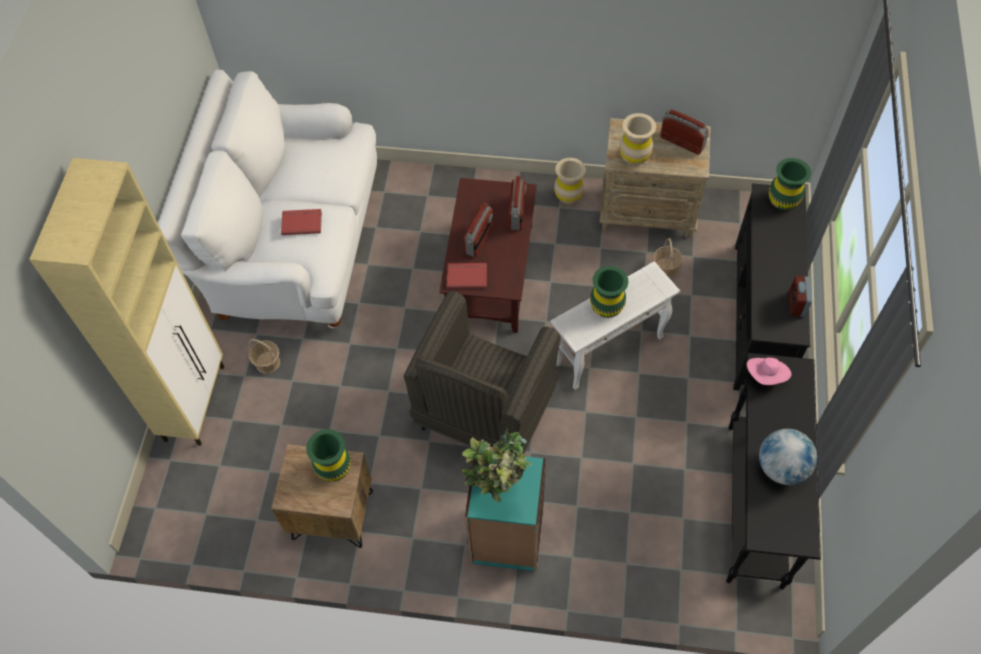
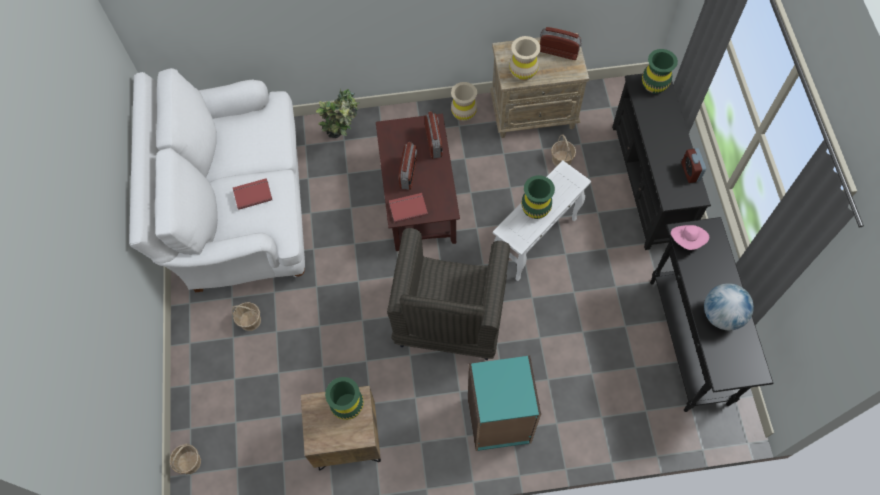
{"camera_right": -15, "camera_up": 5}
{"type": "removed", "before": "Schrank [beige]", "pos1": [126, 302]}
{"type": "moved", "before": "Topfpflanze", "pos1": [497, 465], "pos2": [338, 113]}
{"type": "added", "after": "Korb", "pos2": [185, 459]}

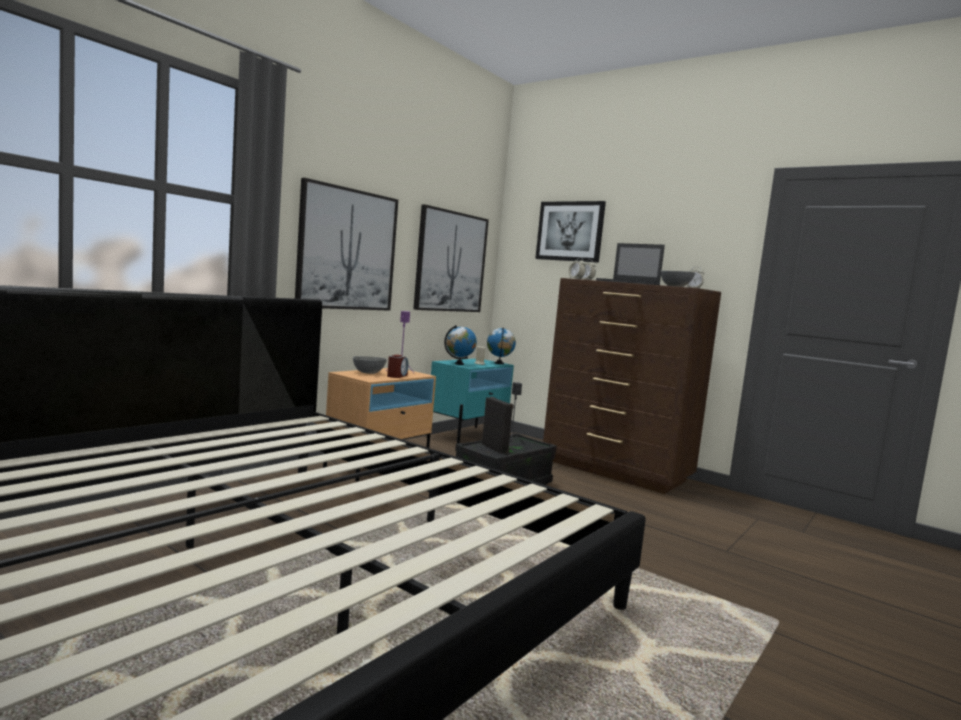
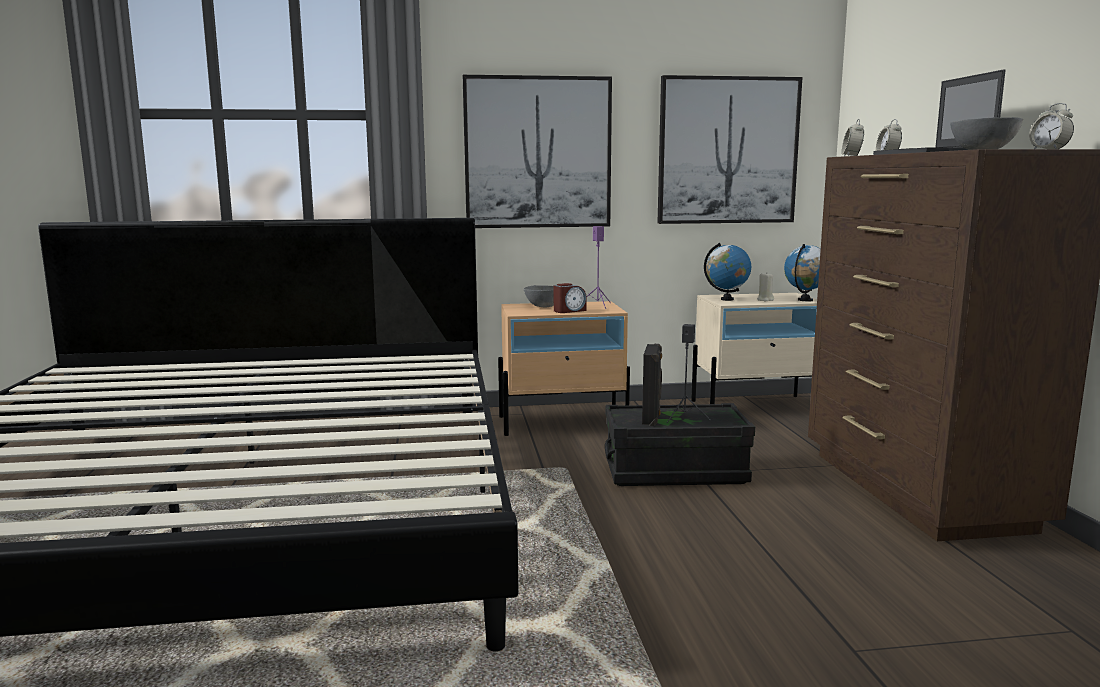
{"camera_right": 45, "camera_up": 5}
{"type": "removed", "before": "Bild", "pos1": [570, 232]}
{"type": "recoloured", "before": "Nachttisch [türkis]", "after": "Nachttisch [beige]", "pos1": [472, 401], "pos2": [754, 348]}

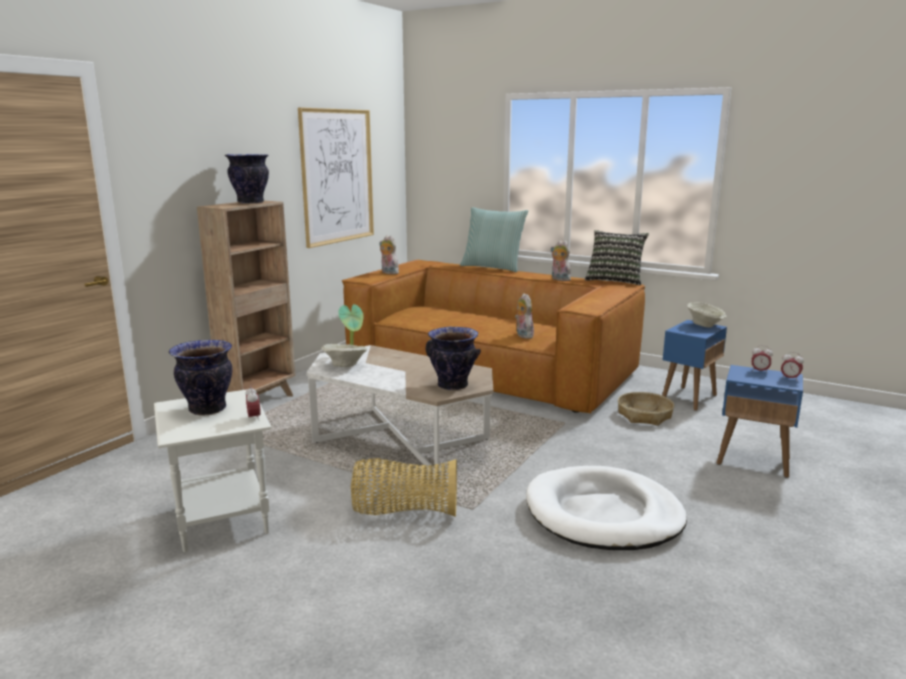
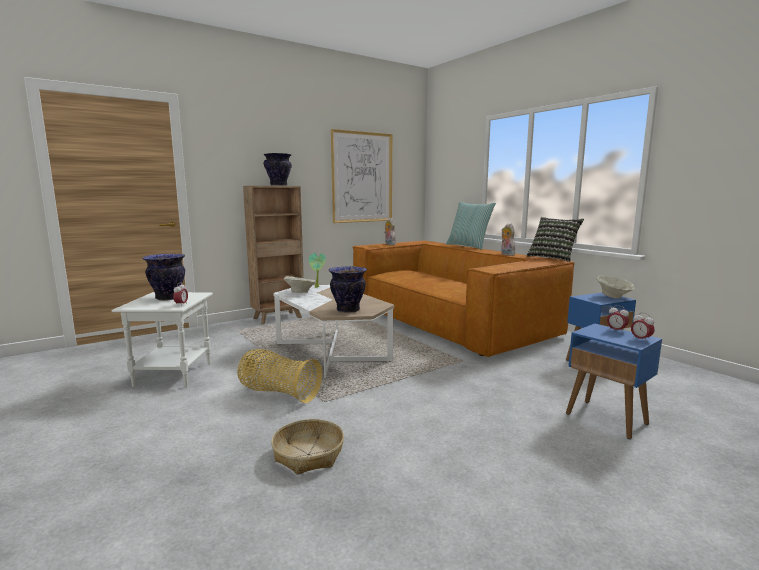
{"camera_right": 25, "camera_up": -5}
{"type": "removed", "before": "Plüschtier", "pos1": [524, 316]}
{"type": "moved", "before": "Korb", "pos1": [646, 409], "pos2": [307, 447]}
{"type": "removed", "before": "Hundebett [weiß]", "pos1": [606, 508]}

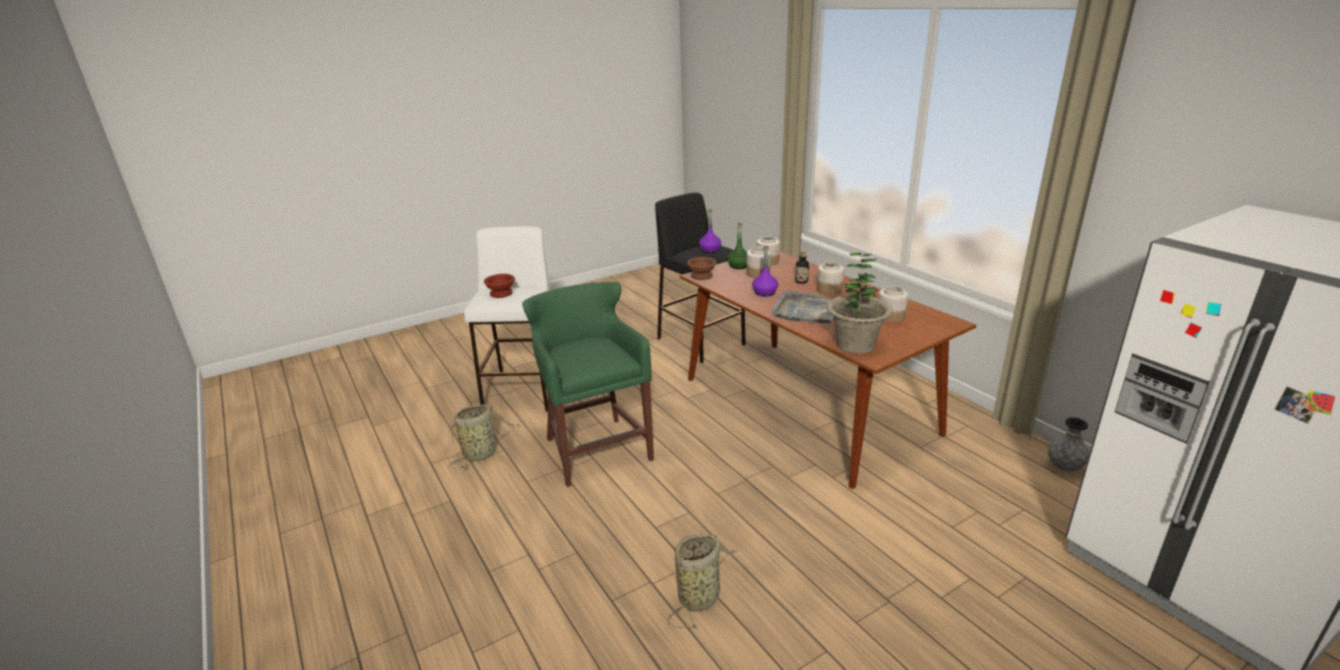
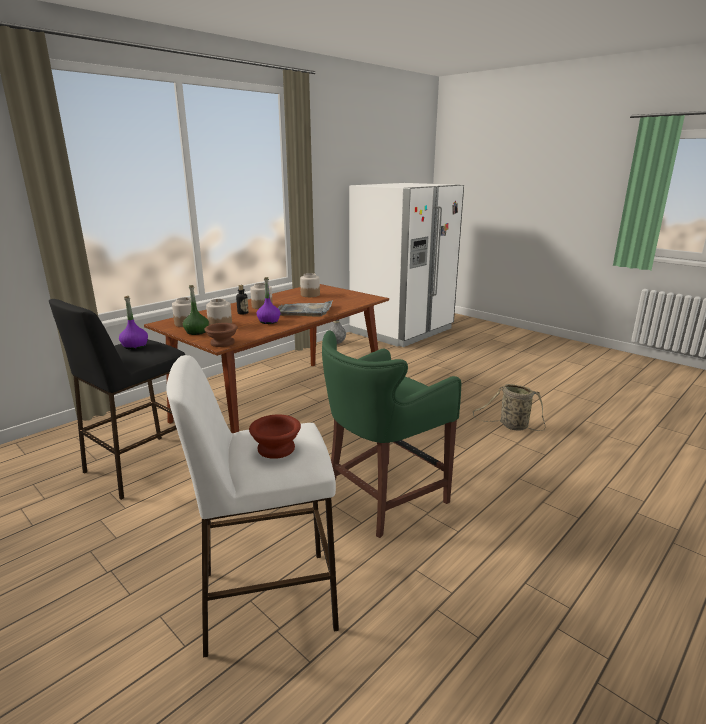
{"camera_right": -105, "camera_up": -5}
{"type": "removed", "before": "Topfpflanze", "pos1": [860, 303]}
{"type": "removed", "before": "Korb", "pos1": [484, 437]}

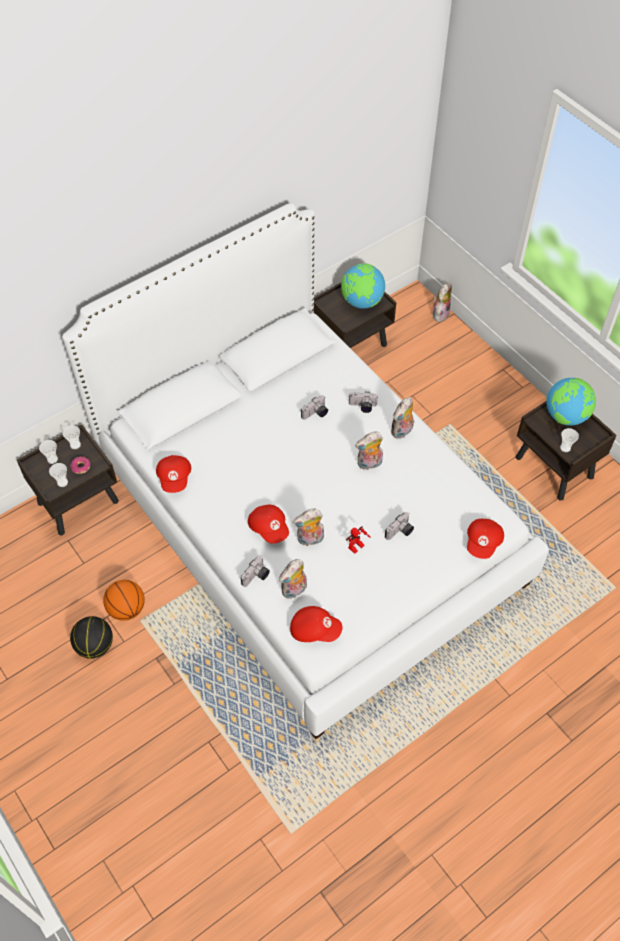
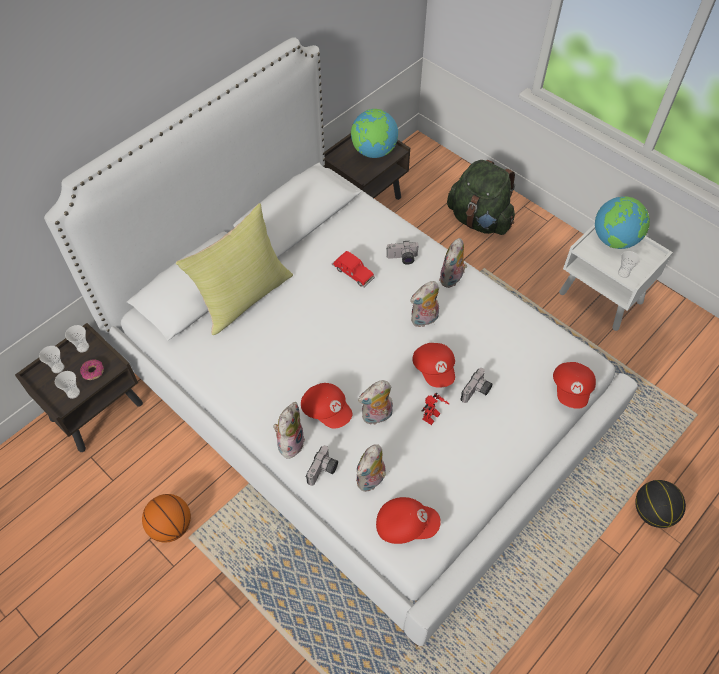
{"camera_right": -10, "camera_up": 0}
{"type": "moved", "before": "Plüschtier", "pos1": [442, 302], "pos2": [289, 430]}
{"type": "replaced", "before": "Kamera", "after": "Spielzeugauto [rot]", "pos1": [314, 407], "pos2": [353, 269]}
{"type": "recoloured", "before": "Nachttisch [braun]", "after": "Nachttisch [weiß]", "pos1": [566, 451], "pos2": [616, 277]}
{"type": "moved", "before": "Kappe [rot]", "pos1": [173, 474], "pos2": [433, 365]}
{"type": "moved", "before": "Basketball", "pos1": [91, 637], "pos2": [660, 504]}
{"type": "added", "after": "Rucksack [grün]", "pos2": [481, 197]}
{"type": "added", "after": "Kissen [gelb]", "pos2": [234, 269]}

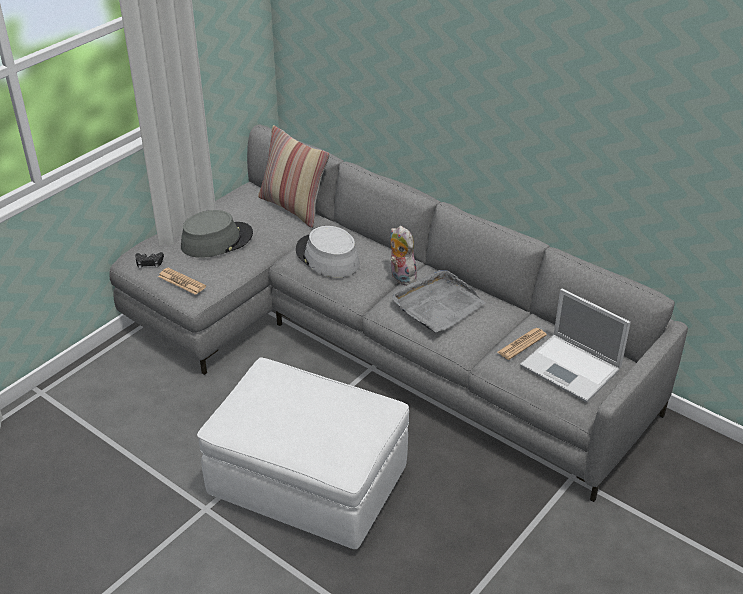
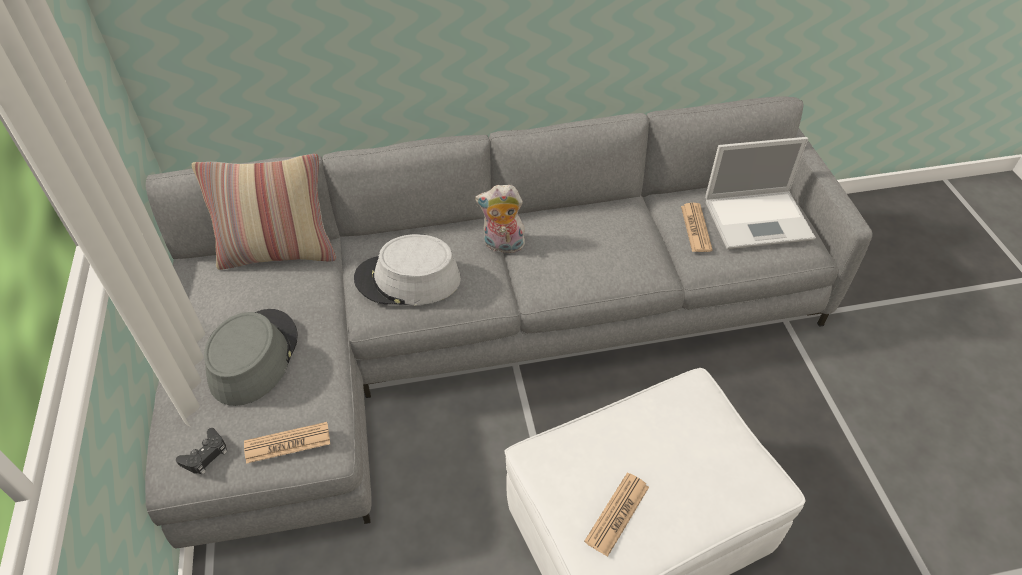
{"camera_right": -50, "camera_up": 10}
{"type": "removed", "before": "Tablett [grau]", "pos1": [439, 301]}
{"type": "added", "after": "Zeitung", "pos2": [616, 515]}

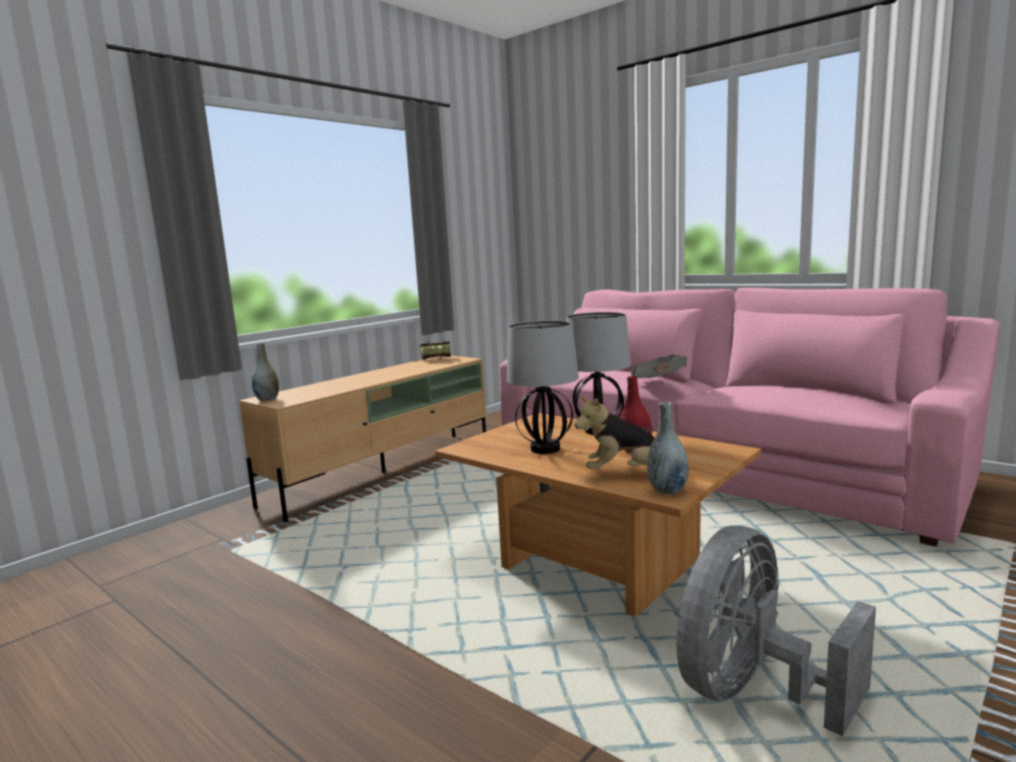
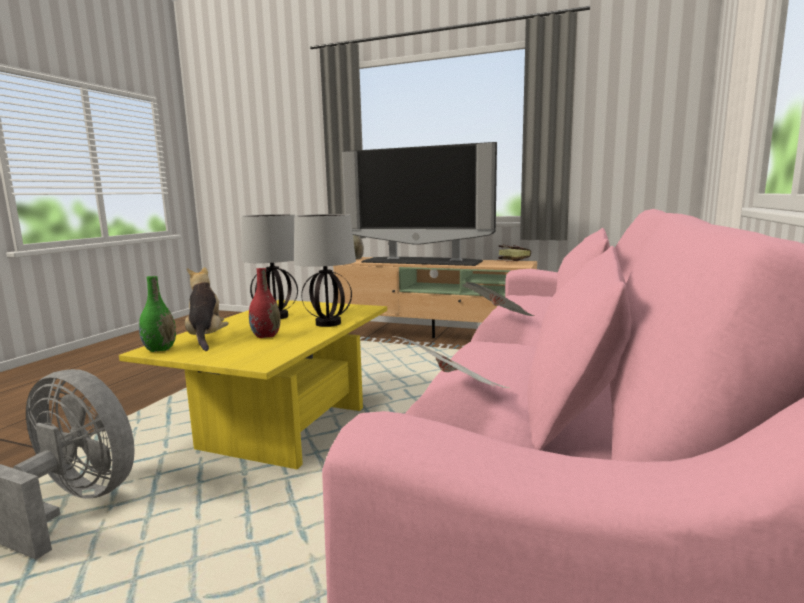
{"camera_right": 70, "camera_up": 0}
{"type": "recoloured", "before": "Vase [grau]", "after": "Vase [grün]", "pos1": [668, 448], "pos2": [157, 314]}
{"type": "recoloured", "before": "Couchtisch [braun]", "after": "Couchtisch [gelb]", "pos1": [598, 515], "pos2": [253, 384]}
{"type": "added", "after": "Fernseher", "pos2": [419, 204]}
{"type": "added", "after": "Zeitung", "pos2": [451, 362]}

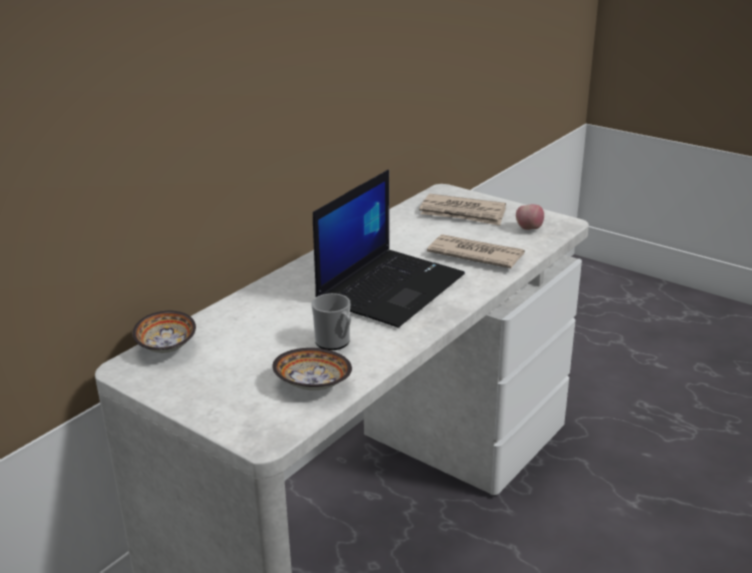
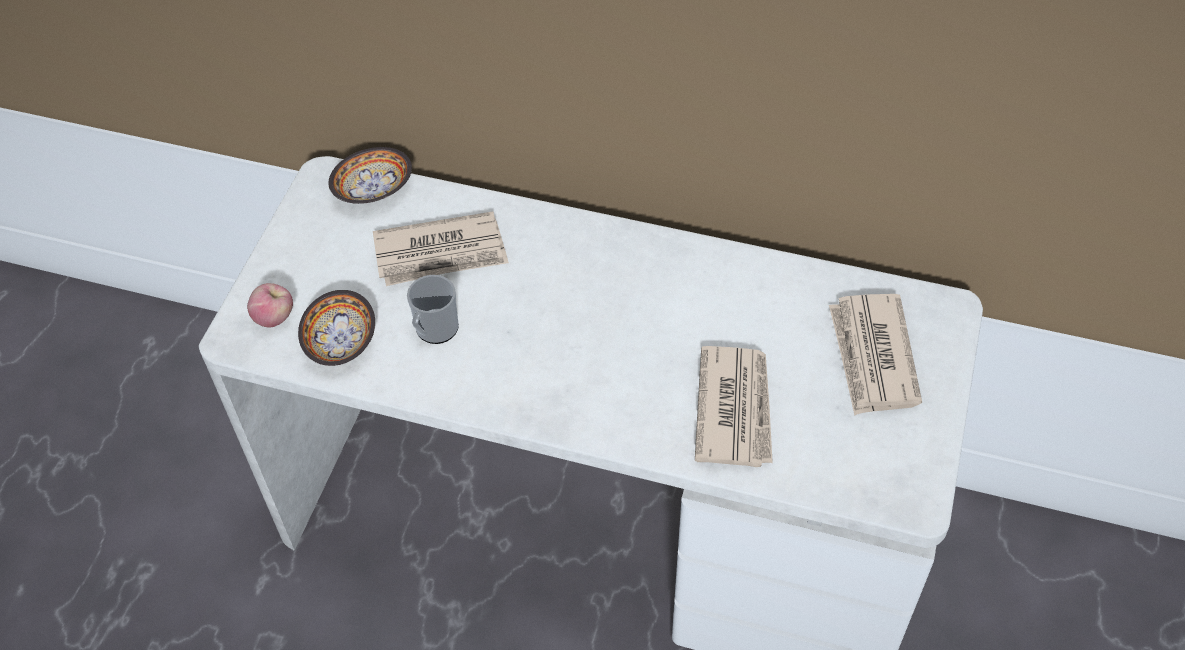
{"camera_right": 70, "camera_up": 25}
{"type": "removed", "before": "Laptop", "pos1": [389, 249]}
{"type": "moved", "before": "Apfel", "pos1": [530, 217], "pos2": [270, 305]}
{"type": "added", "after": "Zeitung", "pos2": [441, 248]}

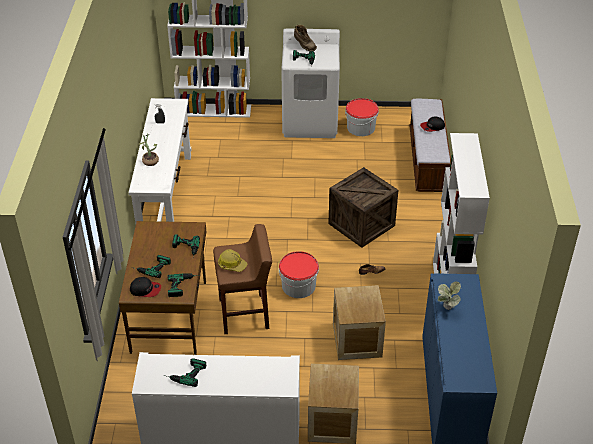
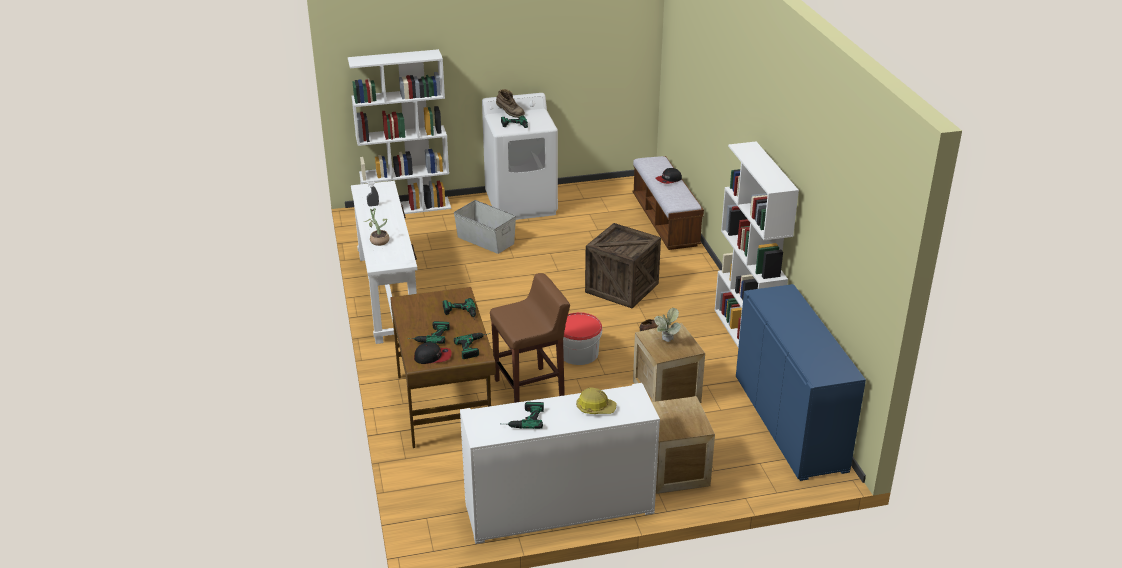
{"camera_right": -15, "camera_up": -10}
{"type": "removed", "before": "Eimer", "pos1": [362, 117]}
{"type": "moved", "before": "Schutzhelm", "pos1": [233, 260], "pos2": [596, 400]}
{"type": "moved", "before": "Topfpflanze", "pos1": [449, 295], "pos2": [667, 325]}
{"type": "added", "after": "Aufbewahrungsbox [grau]", "pos2": [485, 227]}

